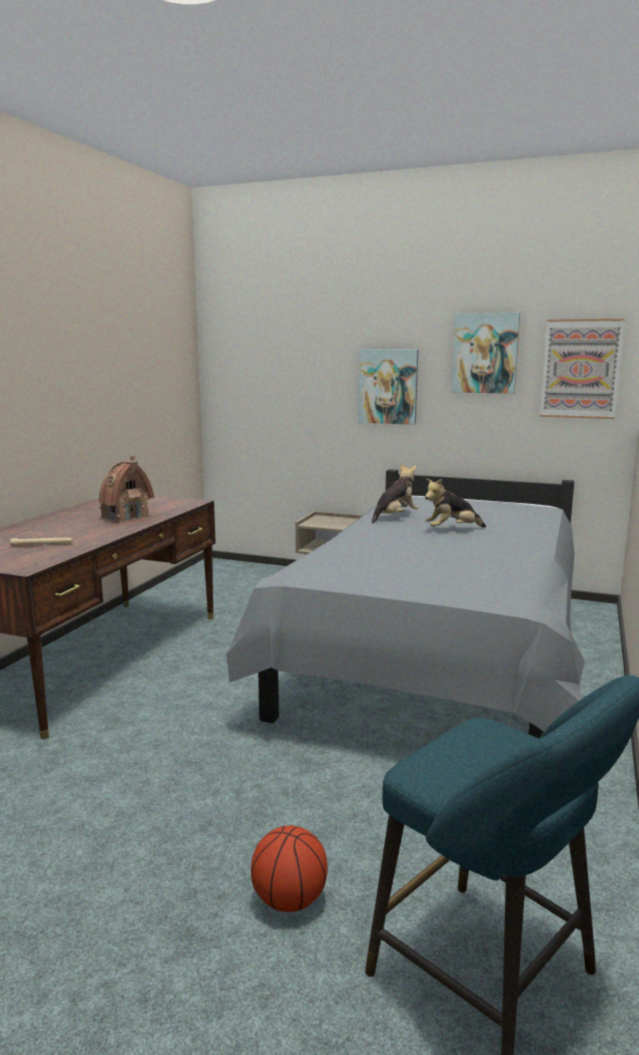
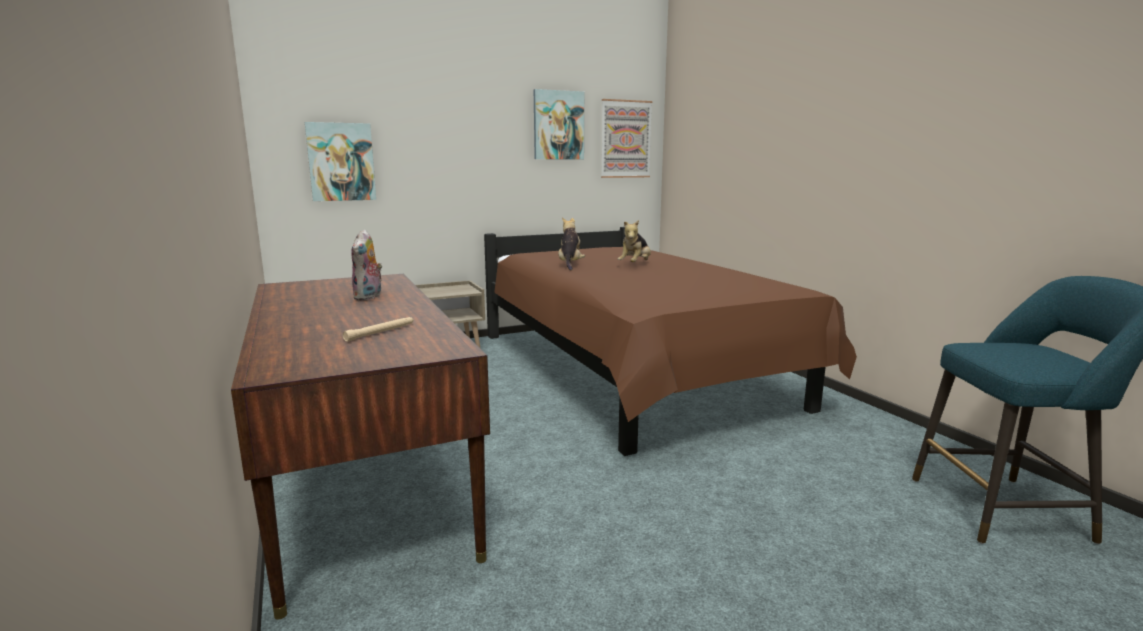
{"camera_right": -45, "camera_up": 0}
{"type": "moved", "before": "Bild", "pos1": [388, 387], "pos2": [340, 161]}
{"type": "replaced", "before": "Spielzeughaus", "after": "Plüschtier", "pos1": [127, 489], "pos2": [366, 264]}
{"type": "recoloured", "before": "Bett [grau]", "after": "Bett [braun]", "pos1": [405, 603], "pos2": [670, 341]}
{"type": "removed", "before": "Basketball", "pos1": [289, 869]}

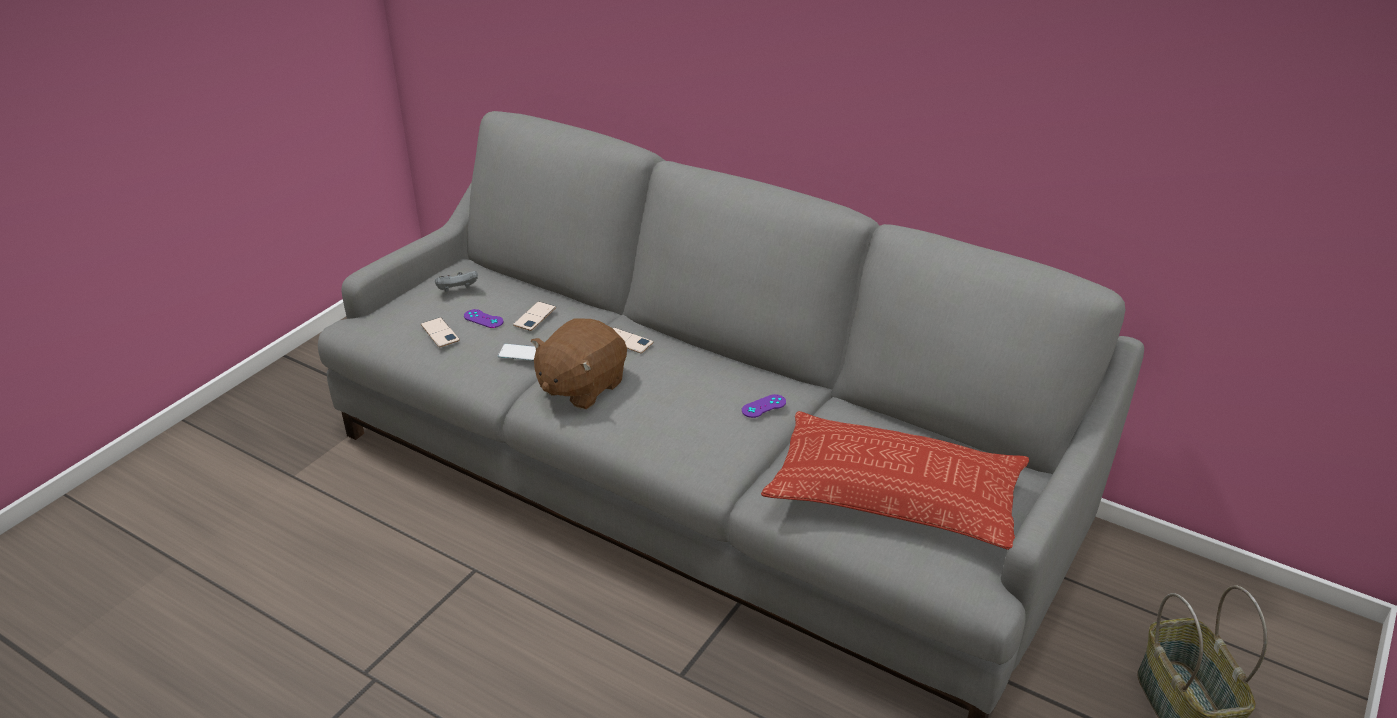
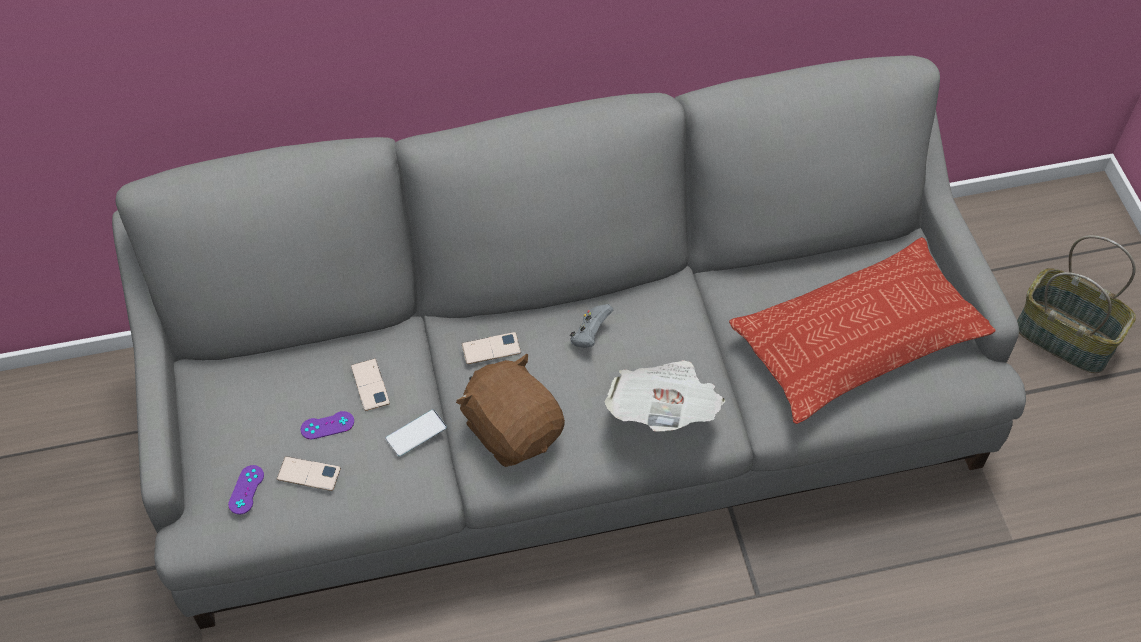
{"camera_right": -45, "camera_up": 20}
{"type": "moved", "before": "Gamepad [grau]", "pos1": [456, 281], "pos2": [592, 326]}
{"type": "turned", "before": "Plüschtier [braun]", "pos1": [579, 364], "pos2": [510, 410], "turn": 150}
{"type": "moved", "before": "Gamepad [lila]", "pos1": [764, 406], "pos2": [246, 490]}
{"type": "added", "after": "Zeitung", "pos2": [664, 396]}

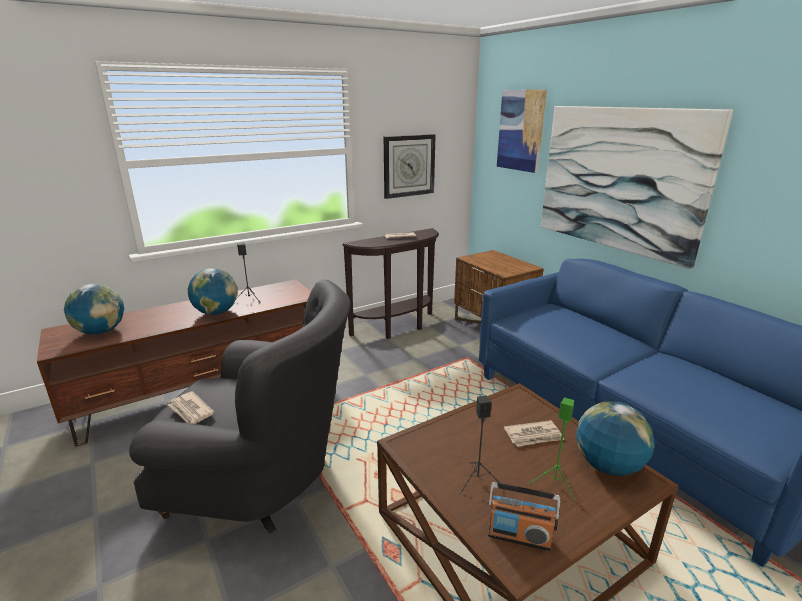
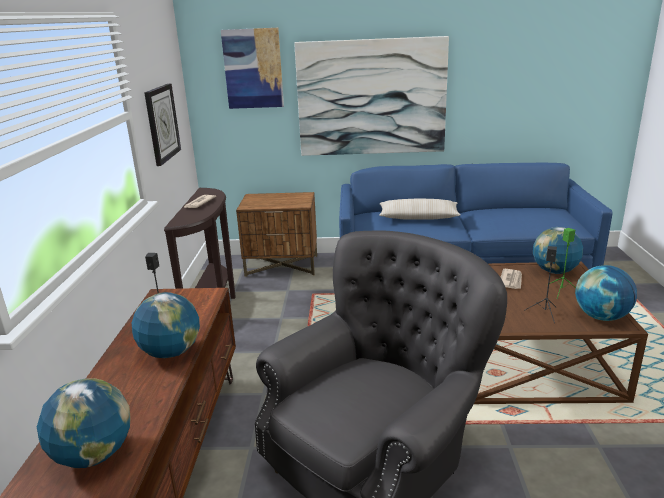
{"camera_right": -55, "camera_up": 0}
{"type": "removed", "before": "Zeitung", "pos1": [191, 407]}
{"type": "replaced", "before": "Radio", "after": "Globus", "pos1": [524, 516], "pos2": [606, 293]}
{"type": "added", "after": "Kissen [beige]", "pos2": [420, 209]}

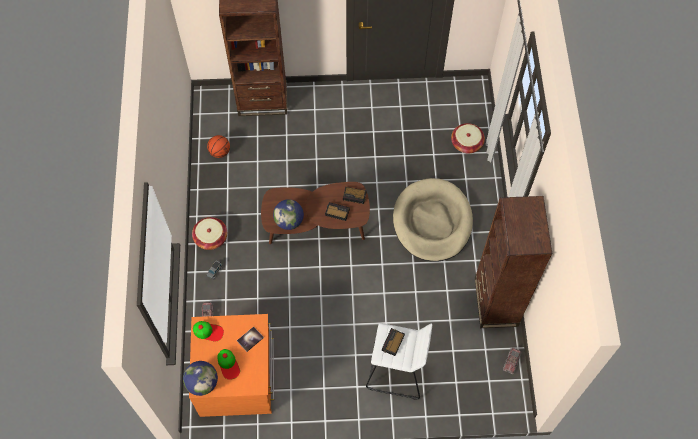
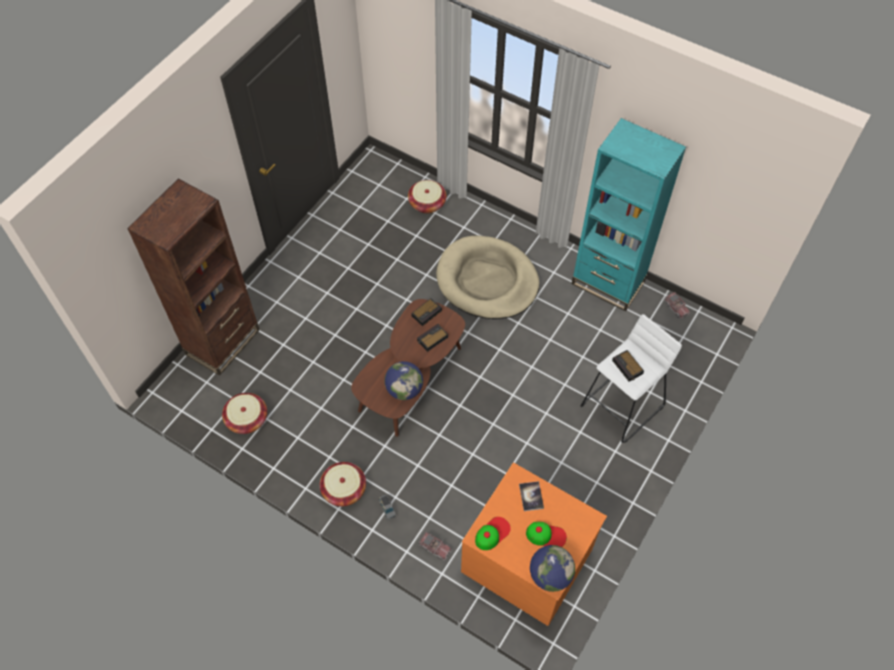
{"camera_right": -55, "camera_up": -5}
{"type": "replaced", "before": "Basketball", "after": "Korb", "pos1": [218, 146], "pos2": [244, 413]}
{"type": "recoloured", "before": "Bücherregal [braun]", "after": "Bücherregal [türkis]", "pos1": [513, 262], "pos2": [628, 214]}

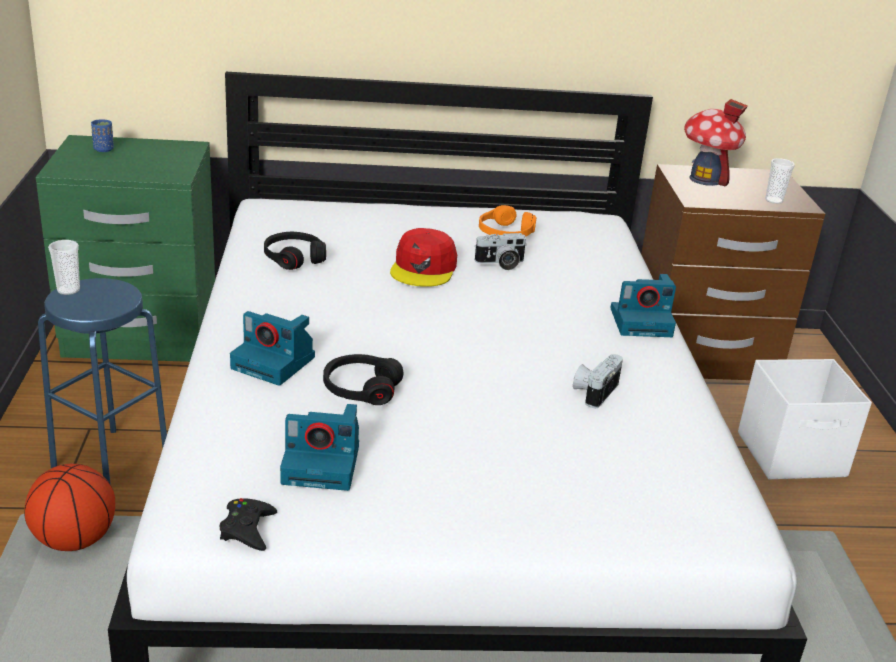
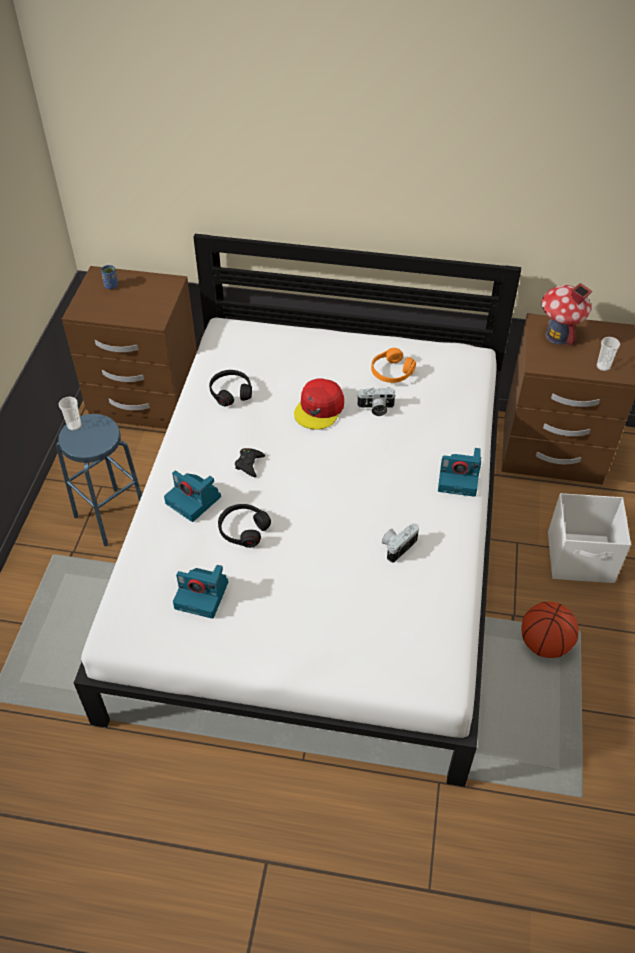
{"camera_right": 15, "camera_up": 20}
{"type": "recoloured", "before": "Nachttisch [grün]", "after": "Nachttisch [braun]", "pos1": [125, 248], "pos2": [129, 347]}
{"type": "moved", "before": "Basketball", "pos1": [69, 507], "pos2": [550, 630]}
{"type": "moved", "before": "Gamepad [schwarz]", "pos1": [248, 524], "pos2": [250, 462]}

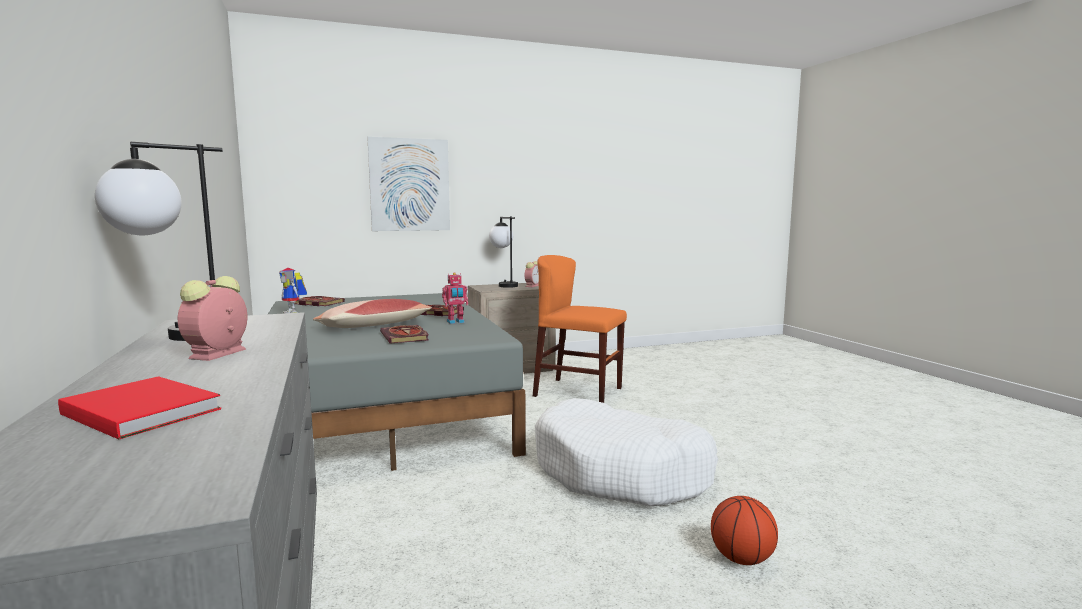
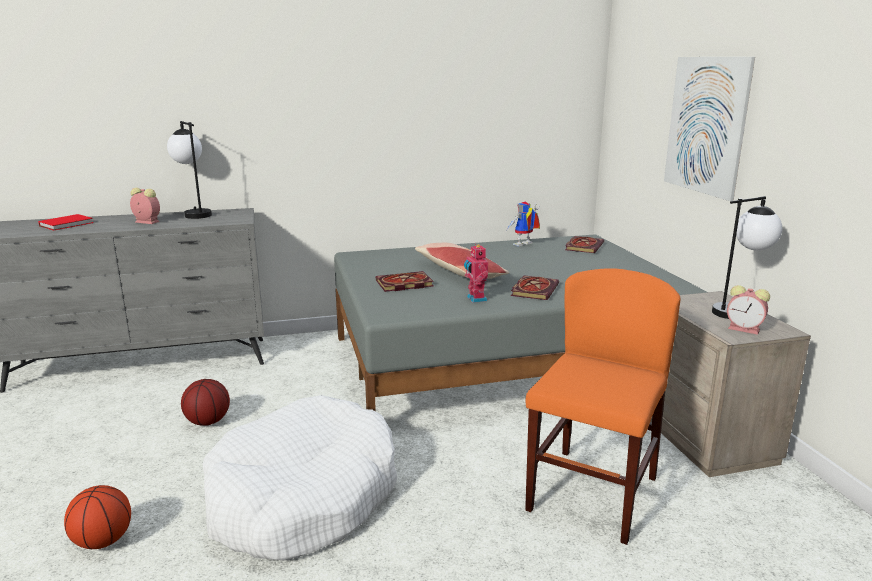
{"camera_right": 95, "camera_up": 10}
{"type": "added", "after": "Basketball", "pos2": [205, 402]}

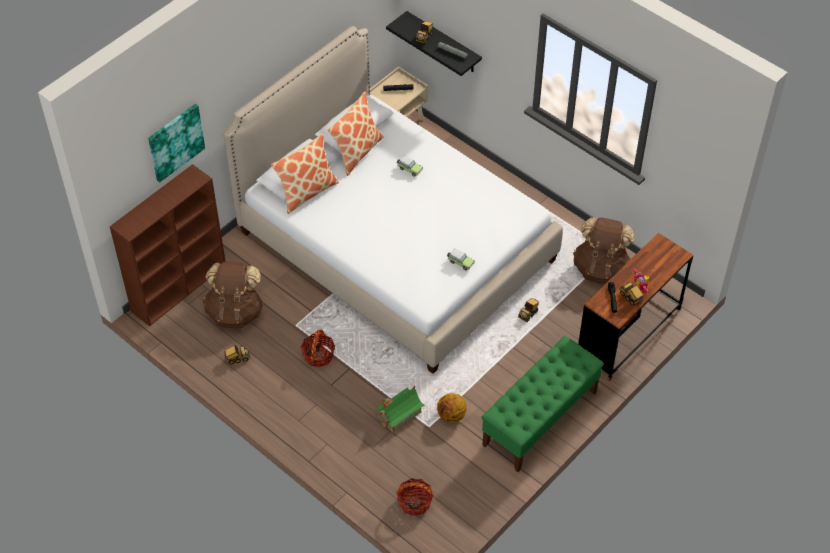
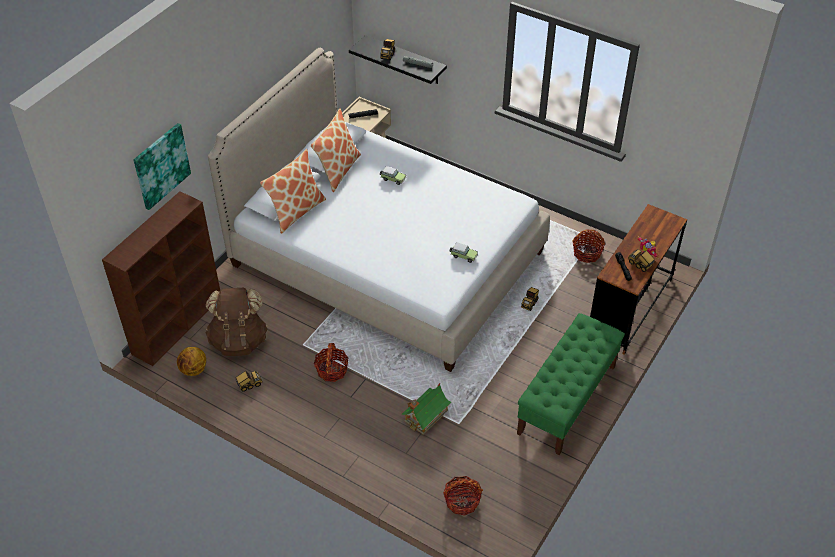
{"camera_right": -10, "camera_up": -5}
{"type": "replaced", "before": "Rucksack [braun]", "after": "Korb", "pos1": [603, 250], "pos2": [588, 246]}
{"type": "moved", "before": "Basketball", "pos1": [451, 408], "pos2": [191, 361]}

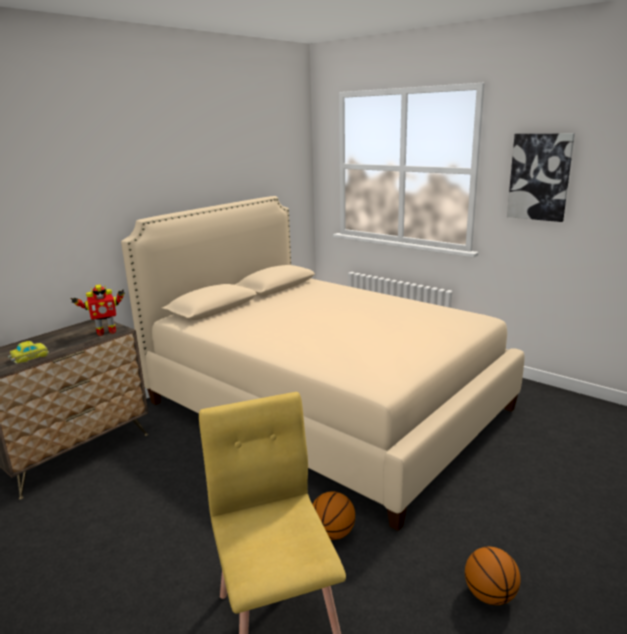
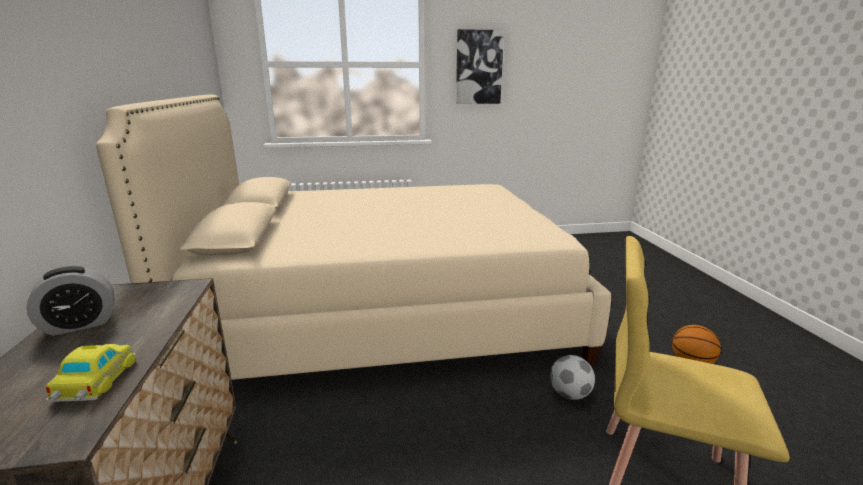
{"camera_right": -50, "camera_up": 0}
{"type": "removed", "before": "Spielzeugroboter", "pos1": [97, 310]}
{"type": "replaced", "before": "Basketball", "after": "Fußball", "pos1": [333, 515], "pos2": [572, 377]}
{"type": "added", "after": "Wecker", "pos2": [70, 301]}

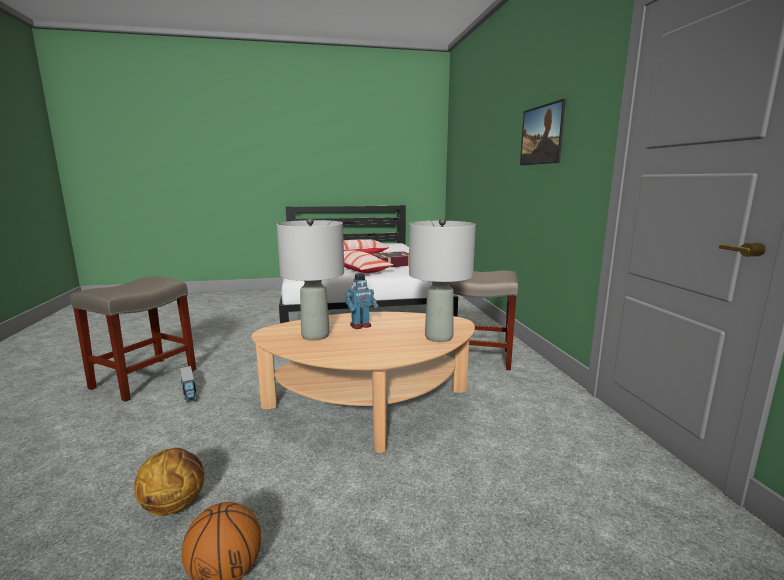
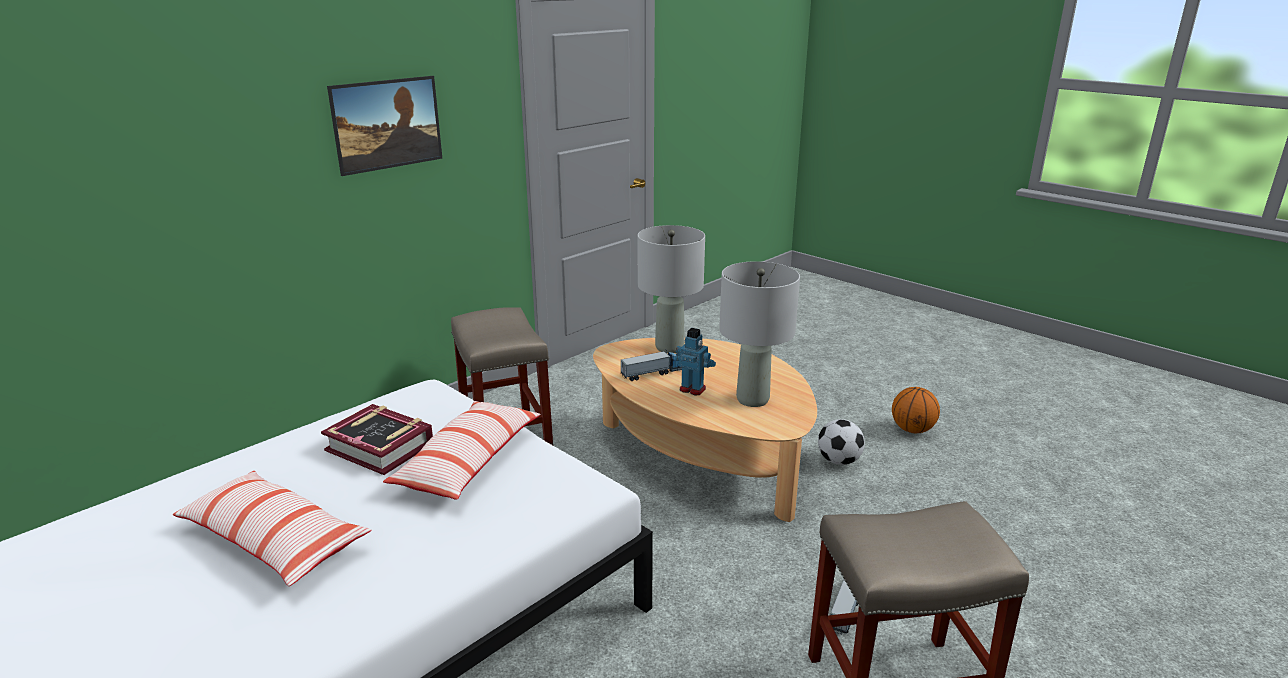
{"camera_right": -125, "camera_up": 10}
{"type": "removed", "before": "Basketball", "pos1": [169, 482]}
{"type": "added", "after": "Spielzeuglaster", "pos2": [651, 365]}
{"type": "added", "after": "Fußball", "pos2": [841, 442]}

